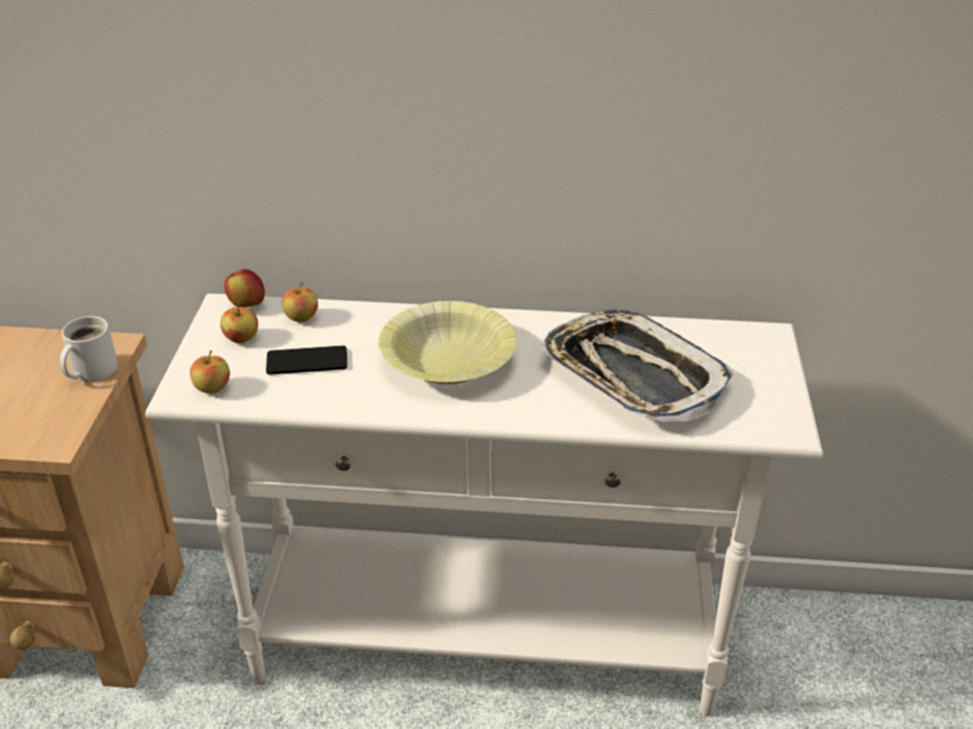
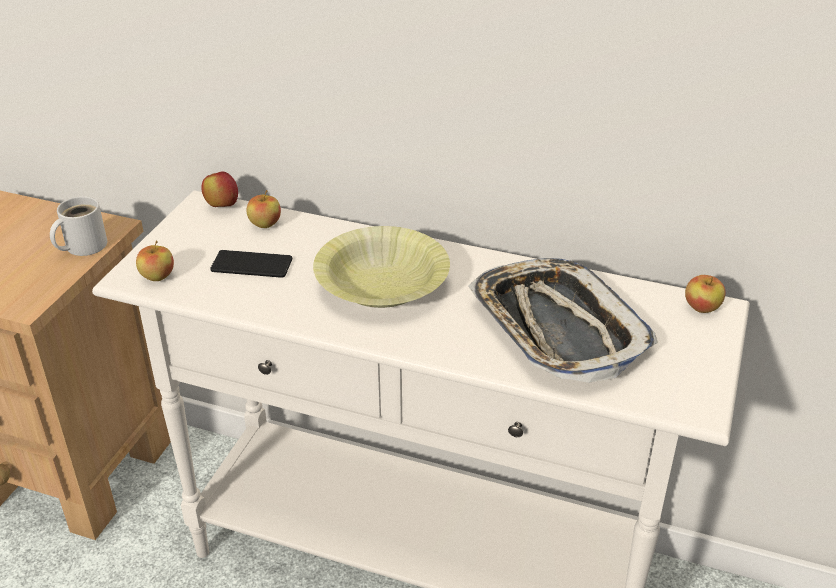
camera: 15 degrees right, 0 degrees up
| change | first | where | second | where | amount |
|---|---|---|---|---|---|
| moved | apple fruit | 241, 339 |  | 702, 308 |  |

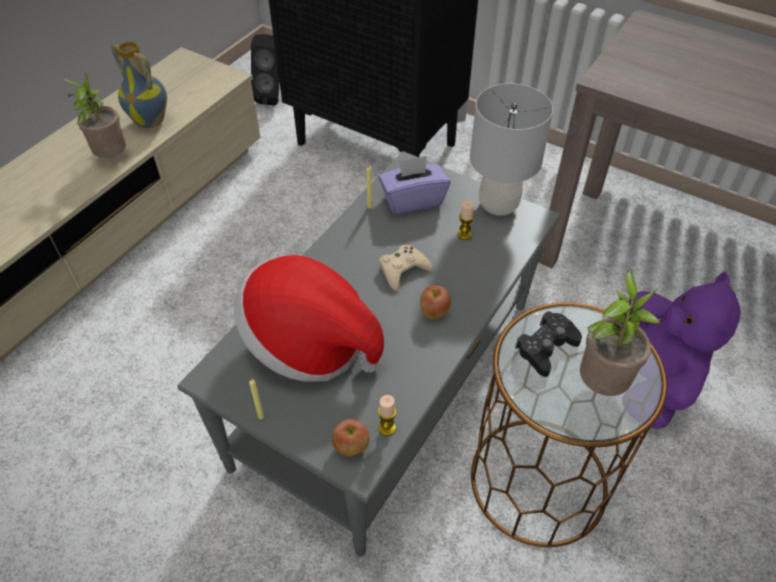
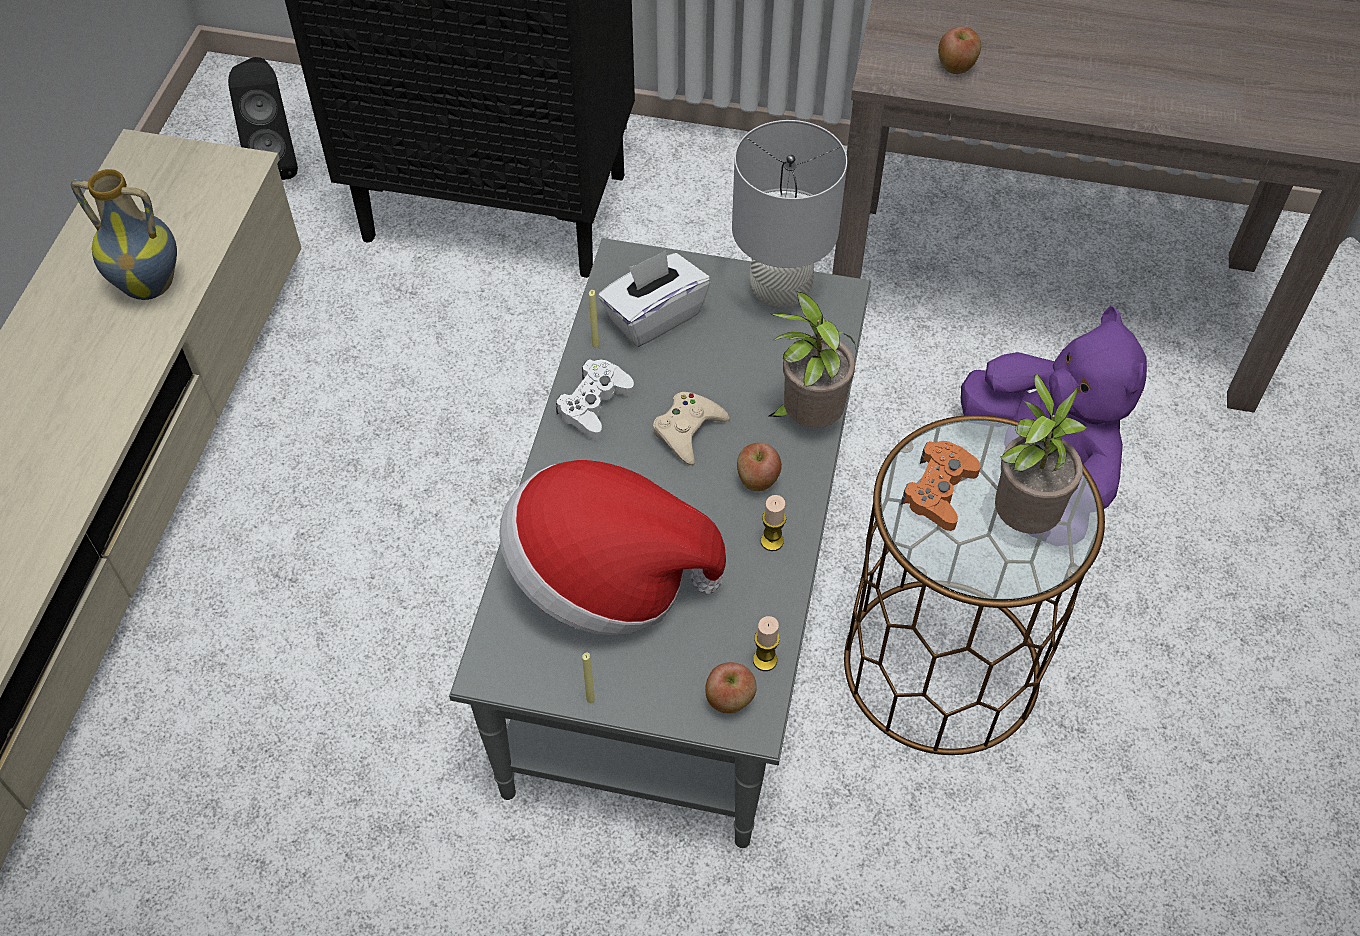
camera: 20 degrees left, 5 degrees up
| change | first | where | second | where | amount |
|---|---|---|---|---|---|
| added |  |  | whitish game controller | 594, 405 |  |
| recoloured | purple-coloured tissue holder | 413, 200 | whitish tissue holder | 654, 316 |  |
| moved | candle | 464, 235 |  | 772, 541 |  |
| moved | houseplant | 111, 158 |  | 807, 419 |  |
| recoloured | black game controller | 546, 348 | orange-coloured game controller | 939, 491 |  |
| added |  |  | apple fruit | 956, 67 |  |

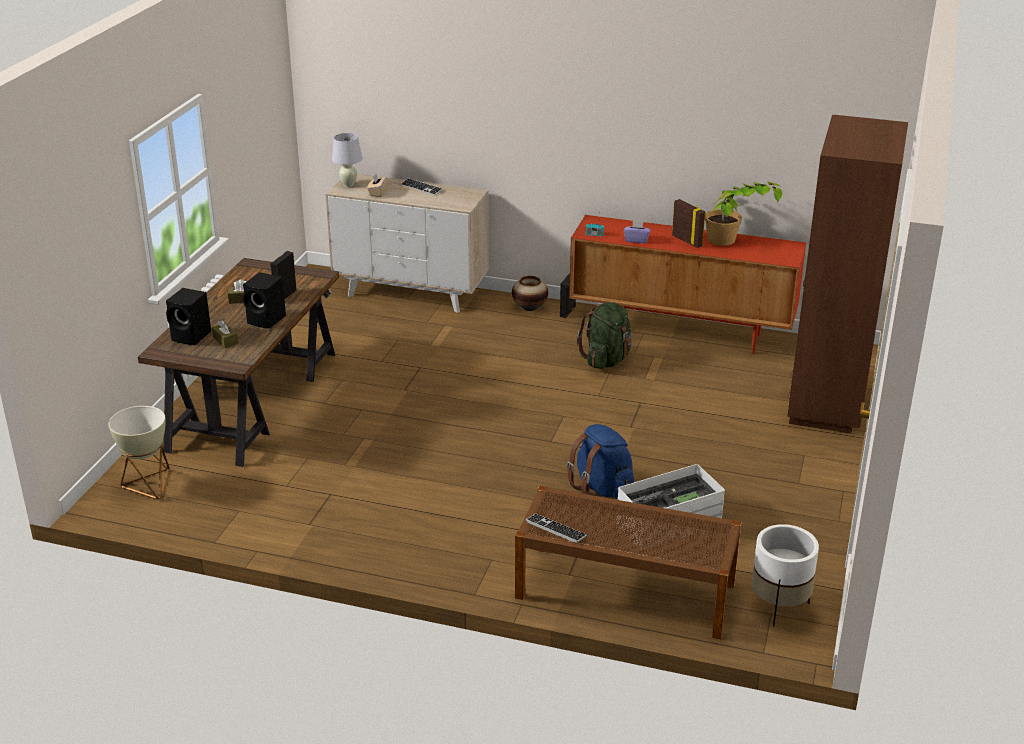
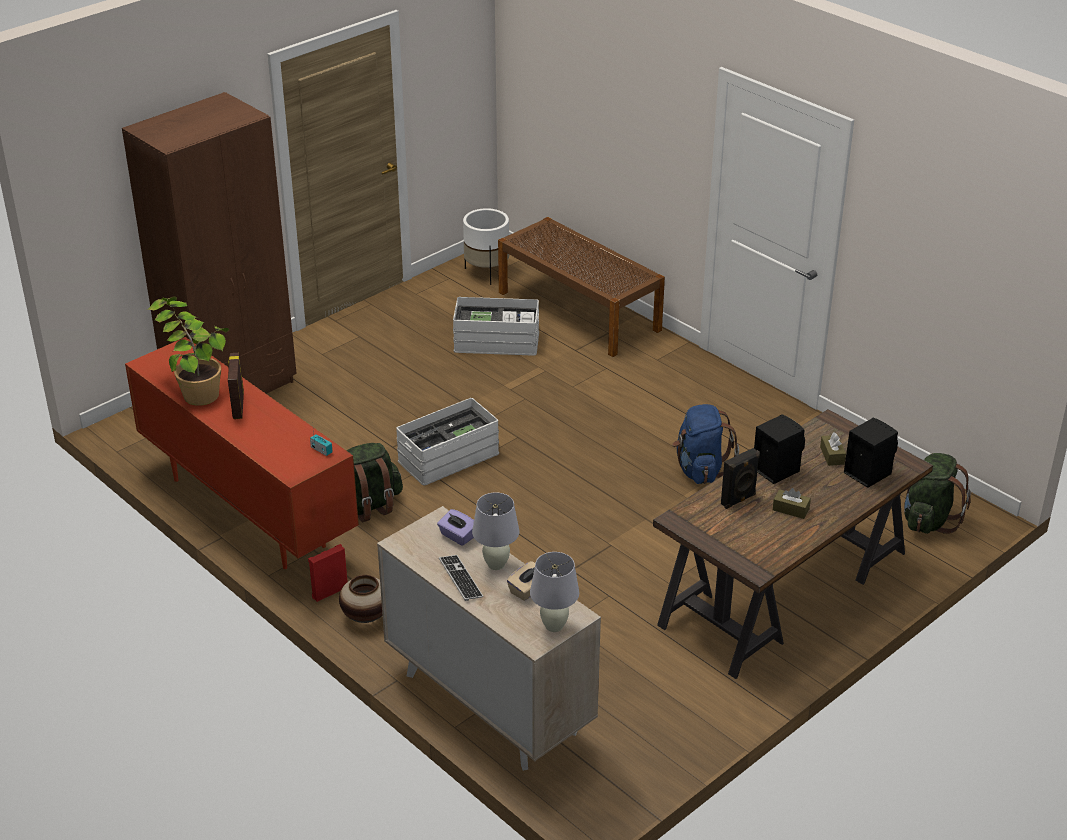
camera: 150 degrees left, 5 degrees up
| change | first | where | second | where | amount |
|---|---|---|---|---|---|
| recoloured | black loudspeaker | 568, 312 | reddish loudspeaker | 329, 591 |  |
| added |  |  | whitish storage bin | 449, 457 |  |
| moved | purple-coloured tissue holder | 636, 240 |  | 457, 536 |  |
| added |  |  | whitish lamp for a table | 496, 565 |  |
| moved | bluish knapsack | 602, 488 |  | 700, 470 |  |
| replaced | flower pot | 148, 485 | green-coloured knapsack | 928, 520 |  |
| removed | computer keyboard | 556, 529 |  |  |  |

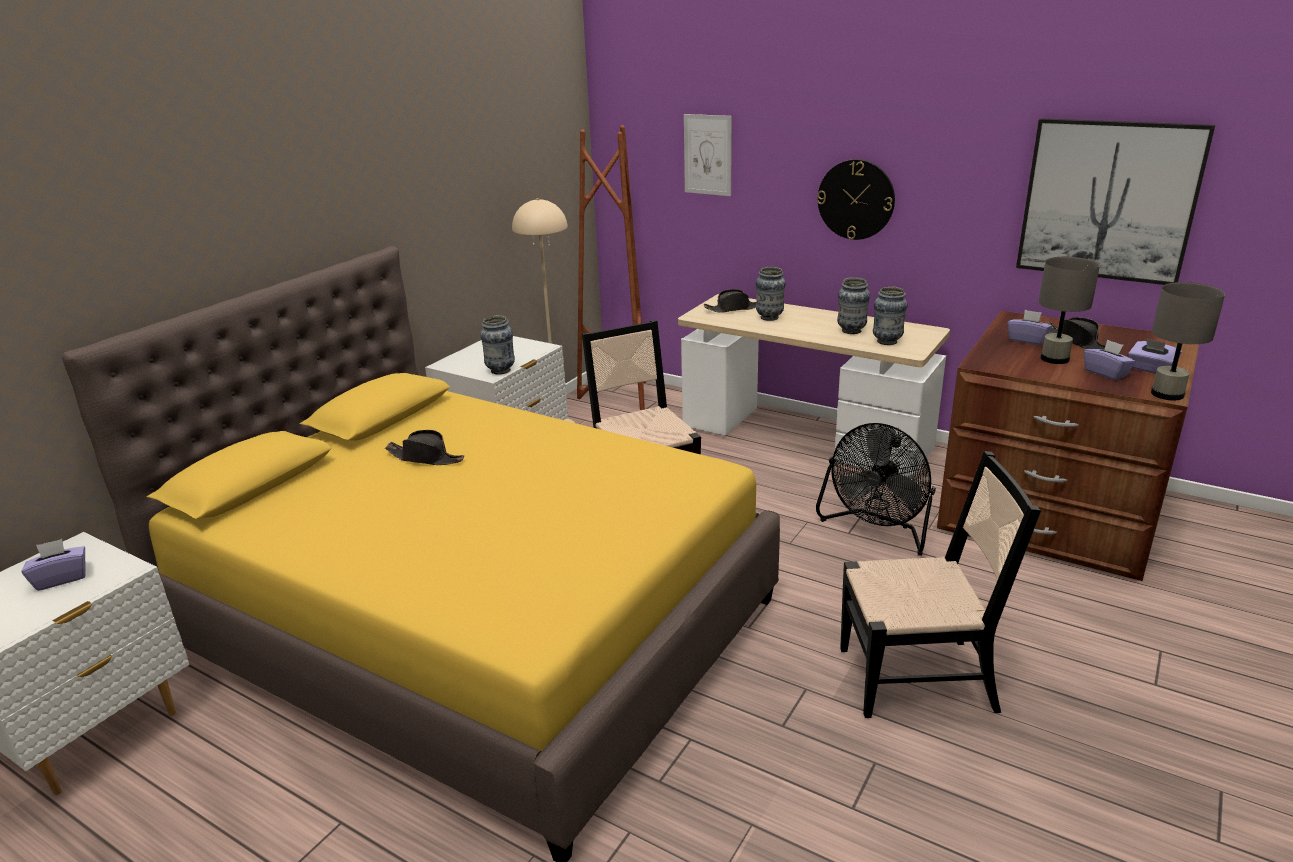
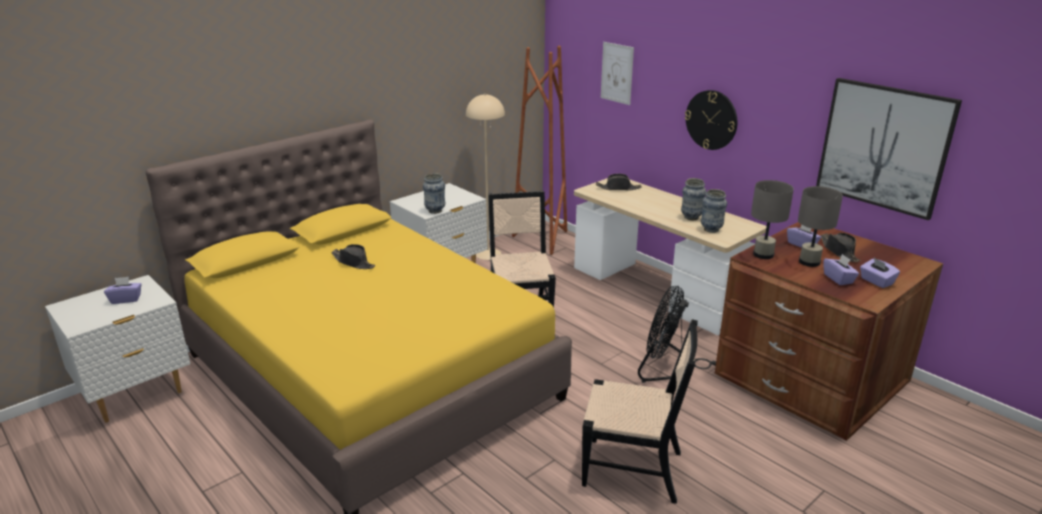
camera: 15 degrees right, 0 degrees up
| change | first | where | second | where | amount |
|---|---|---|---|---|---|
| turned | black electric fan | 875, 526 |  | 670, 363 | 60 degrees clockwise |
| moved | gray lamp for a table | 1167, 394 |  | 763, 254 |  |
| removed | flower vase | 769, 318 |  |  |  |

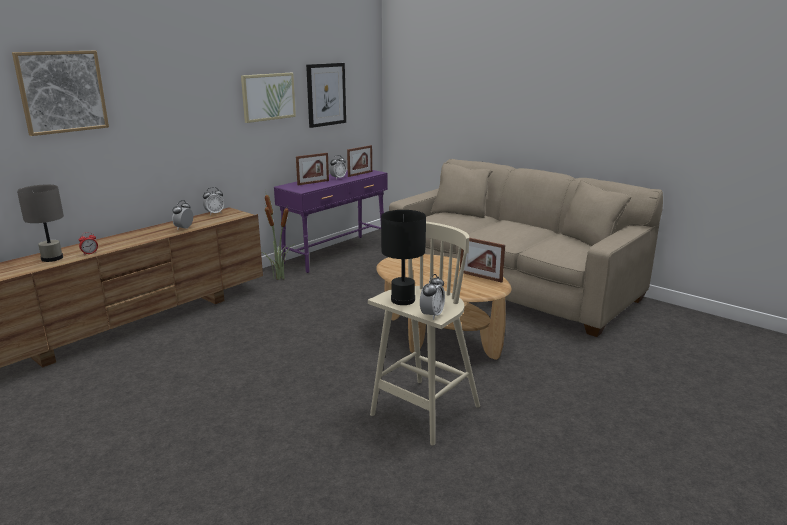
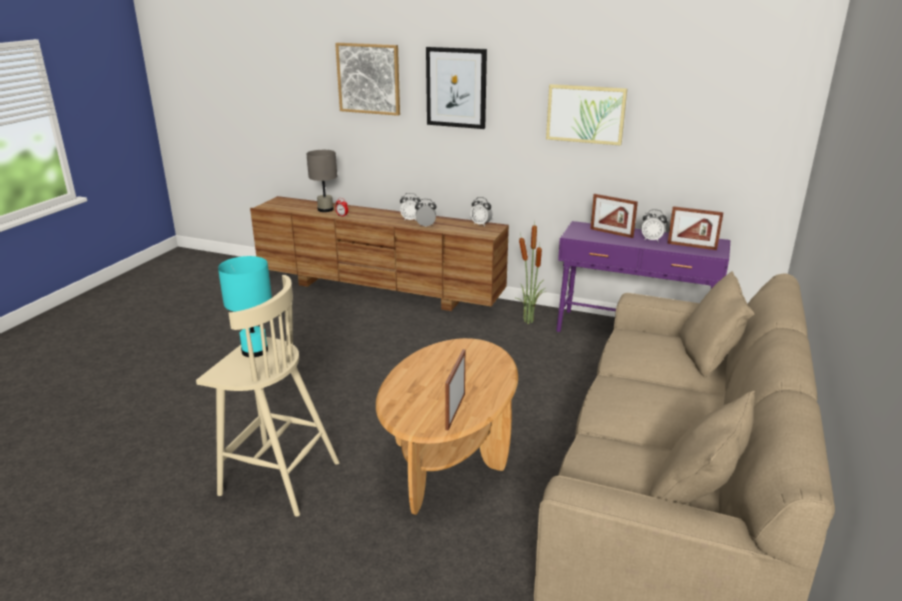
camera: 70 degrees right, 5 degrees up
| change | first | where | second | where | amount |
|---|---|---|---|---|---|
| recoloured | black lamp for a table | 403, 300 | turquoise-coloured lamp for a table | 255, 351 |  |
| moved | table clock | 432, 315 |  | 410, 219 |  |
| moved | picture | 326, 94 |  | 456, 87 |  |

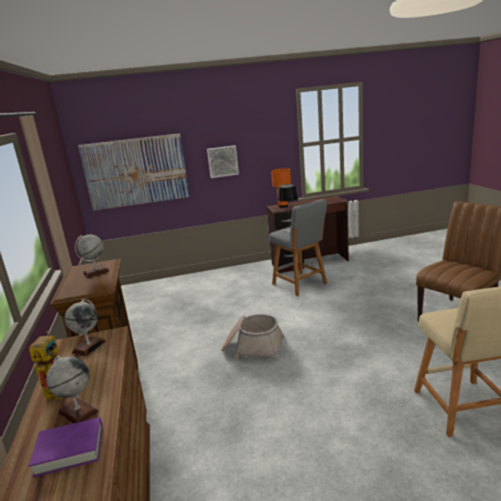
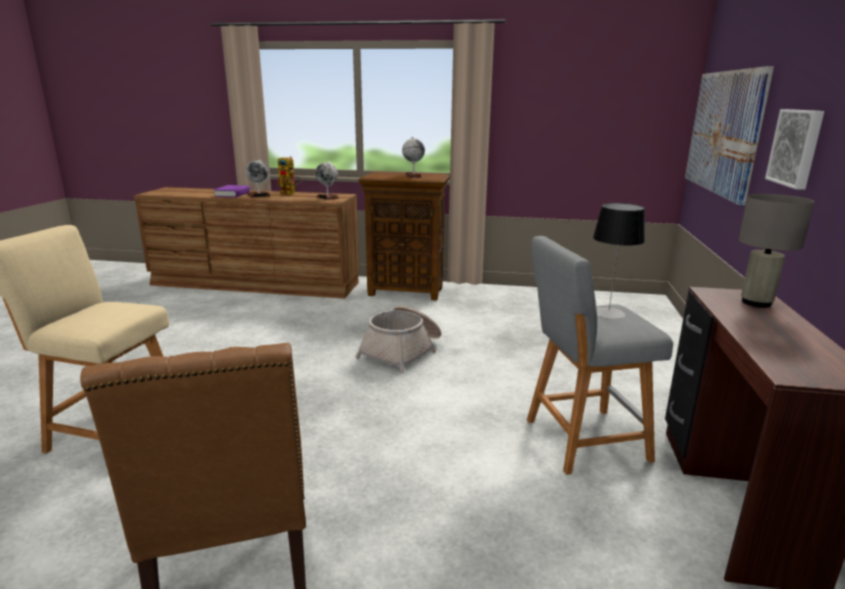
camera: 110 degrees right, 0 degrees up
| change | first | where | second | where | amount |
|---|---|---|---|---|---|
| recoloured | orange-coloured lamp for a table | 283, 206 | gray lamp for a table | 757, 303 |  |

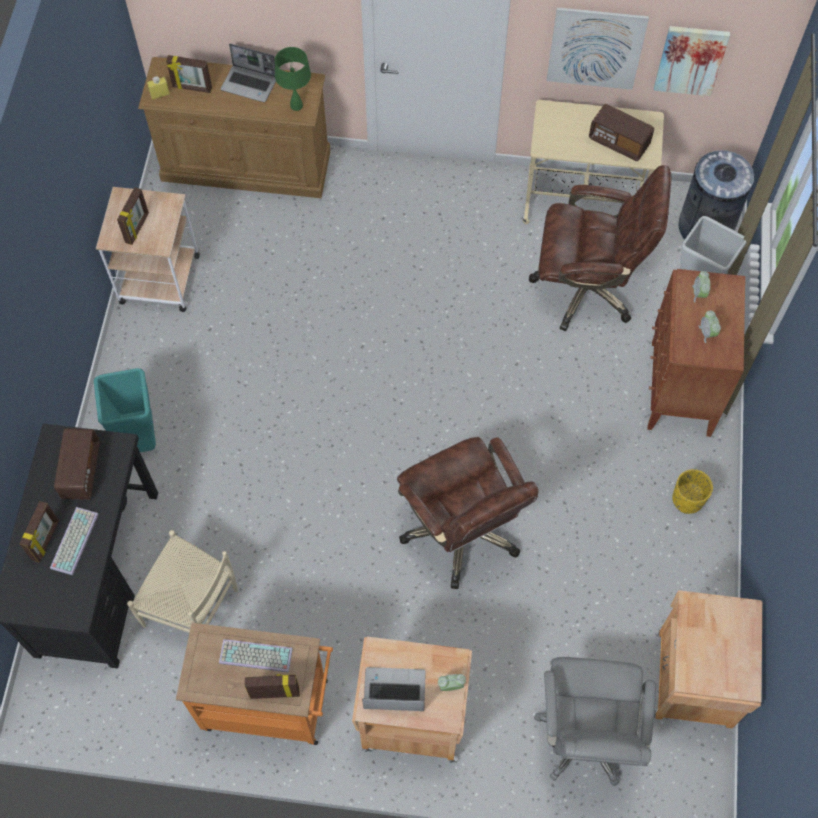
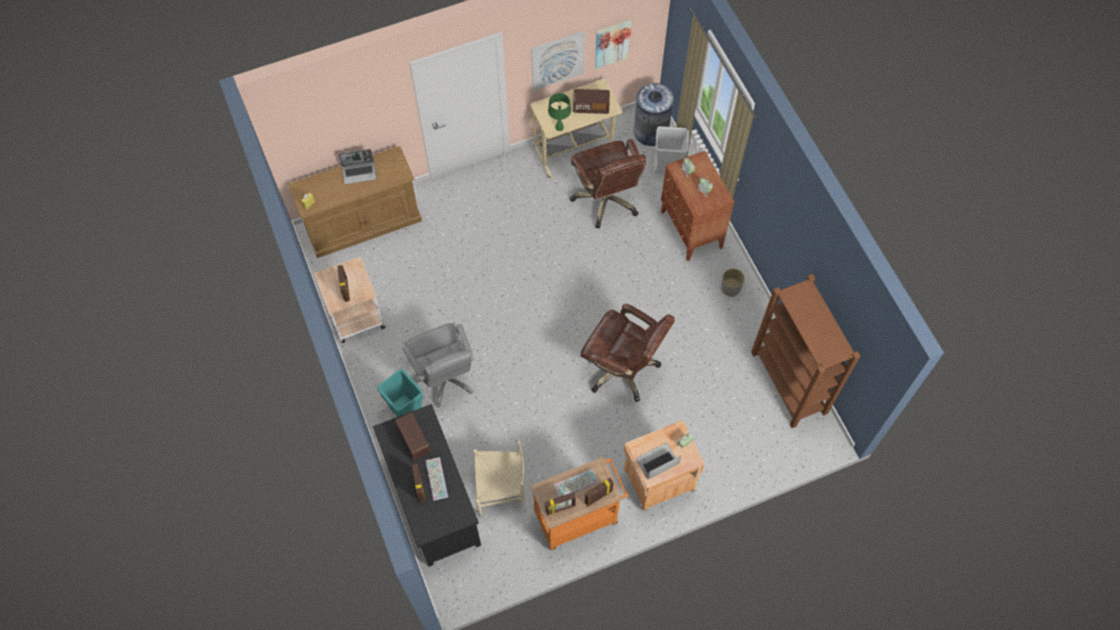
camera: 30 degrees left, 0 degrees up
| change | first | where | second | where | amount |
|---|---|---|---|---|---|
| moved | gray computer chair | 585, 735 |  | 445, 377 |  |
| moved | picture frame | 192, 88 |  | 560, 508 |  |
| moved | green-coloured lamp for a table | 296, 106 |  | 559, 127 |  |
| turned | brown-coloured computer chair | 585, 287 |  | 606, 198 | 90 degrees clockwise |
| recoloured | yellow-coloured flower pot | 687, 500 | gray flower pot | 730, 288 |  |
| replaced | brown-coloured wheeled cart | 692, 682 | brown-coloured shelving unit | 789, 382 |  |

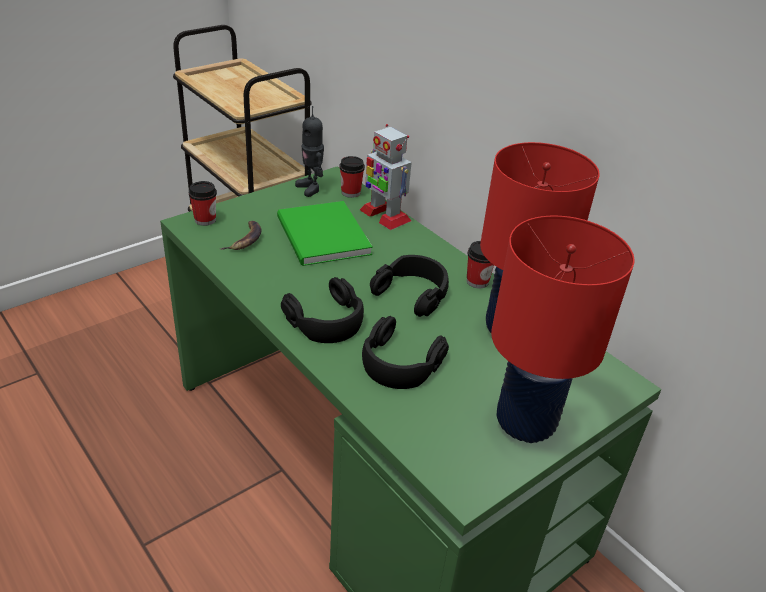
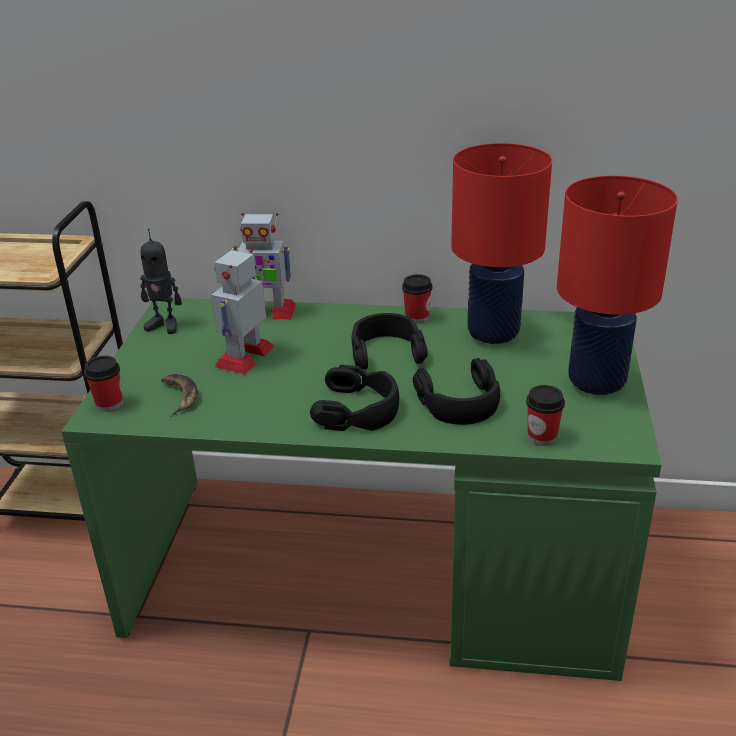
camera: 40 degrees left, 5 degrees down
| change | first | where | second | where | amount |
|---|---|---|---|---|---|
| replaced | green-coloured volume | 321, 237 | robot figure | 245, 356 |  |
| moved | cup | 350, 192 |  | 542, 437 |  |

